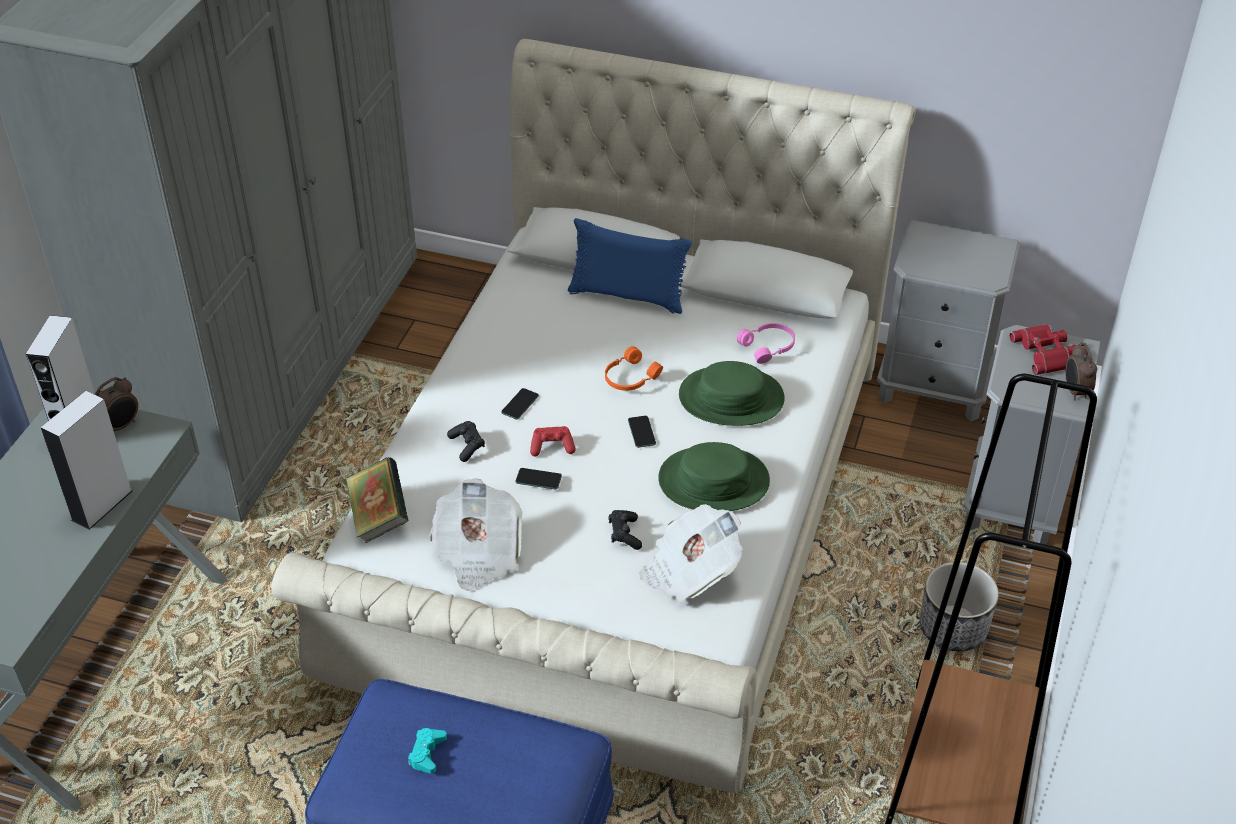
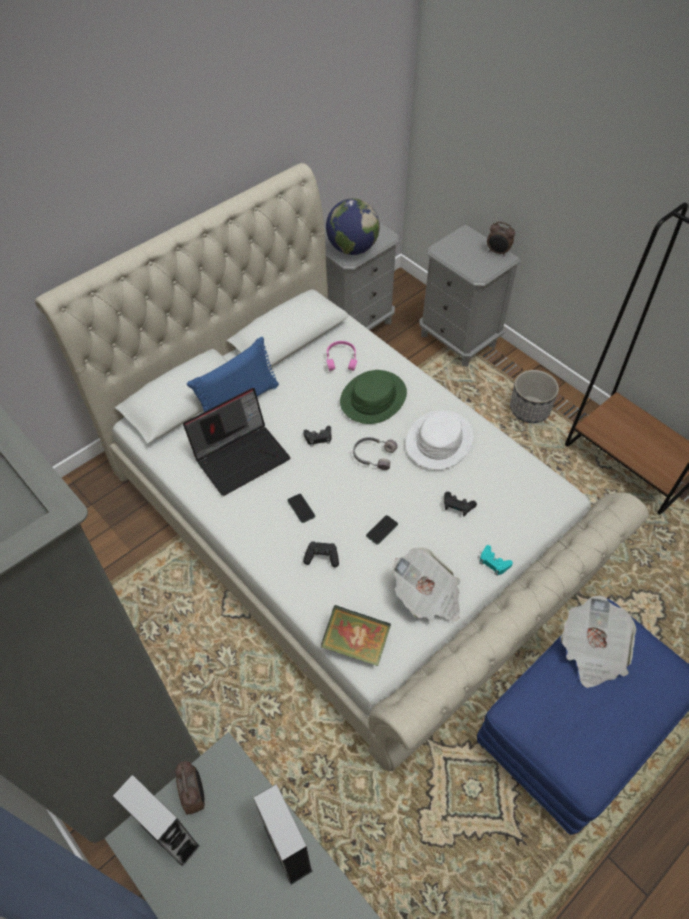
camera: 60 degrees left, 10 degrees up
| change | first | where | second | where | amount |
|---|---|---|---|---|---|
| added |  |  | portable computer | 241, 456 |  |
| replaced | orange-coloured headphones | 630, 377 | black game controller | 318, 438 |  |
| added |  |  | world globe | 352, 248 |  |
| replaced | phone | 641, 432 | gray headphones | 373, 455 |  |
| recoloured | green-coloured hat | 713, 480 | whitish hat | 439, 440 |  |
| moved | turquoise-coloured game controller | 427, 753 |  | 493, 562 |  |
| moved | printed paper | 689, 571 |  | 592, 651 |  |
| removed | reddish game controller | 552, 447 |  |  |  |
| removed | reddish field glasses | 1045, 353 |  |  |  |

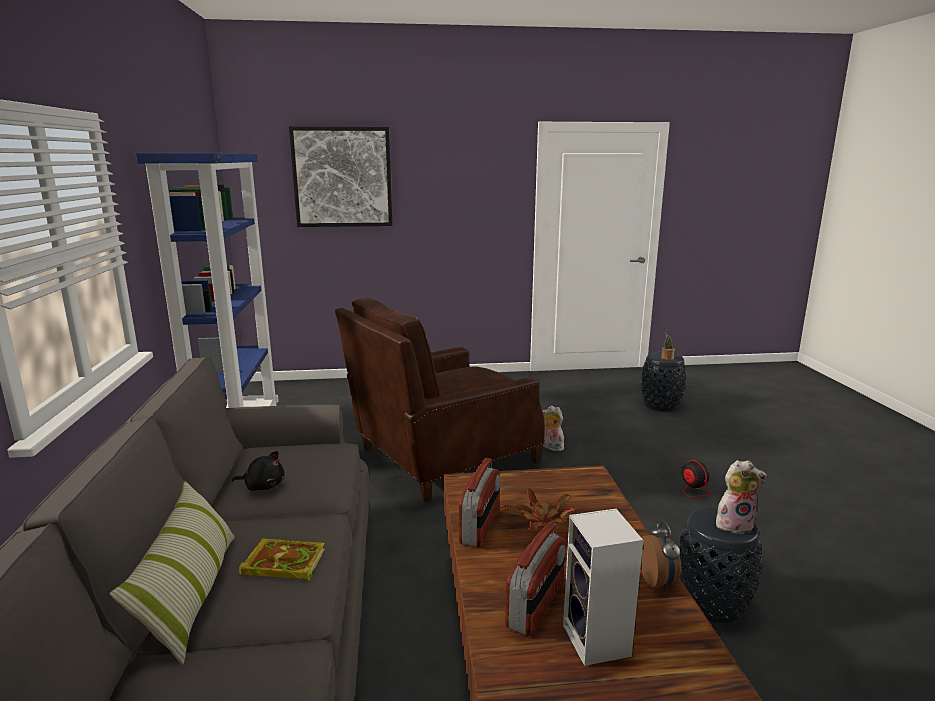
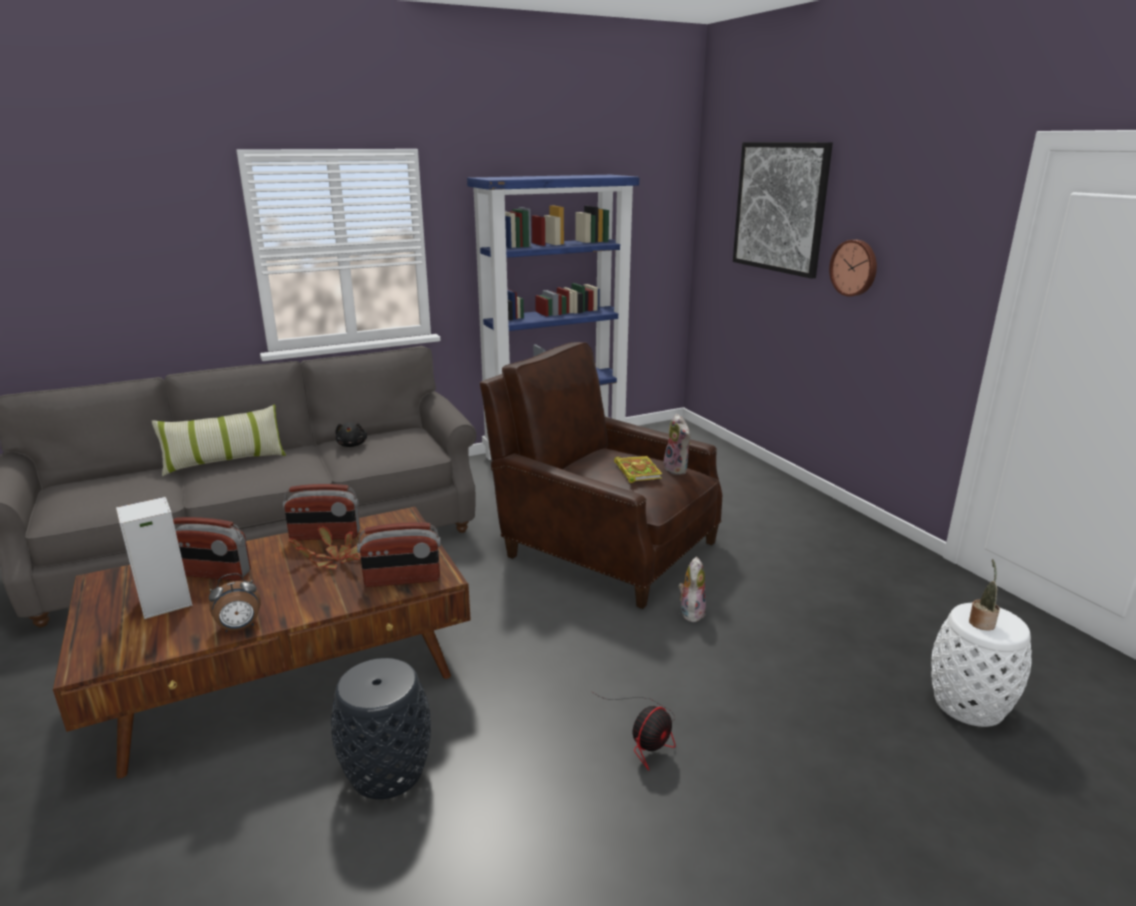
camera: 70 degrees right, 5 degrees up
| change | first | where | second | where | amount |
|---|---|---|---|---|---|
| added |  |  | radio | 402, 580 |  |
| moved | volume | 282, 563 |  | 637, 471 |  |
| moved | cuddly toy | 734, 524 |  | 677, 469 |  |
| added |  |  | wall clock | 854, 268 |  |
| recoloured | black stool seat | 660, 405 | whitish stool seat | 968, 704 |  |

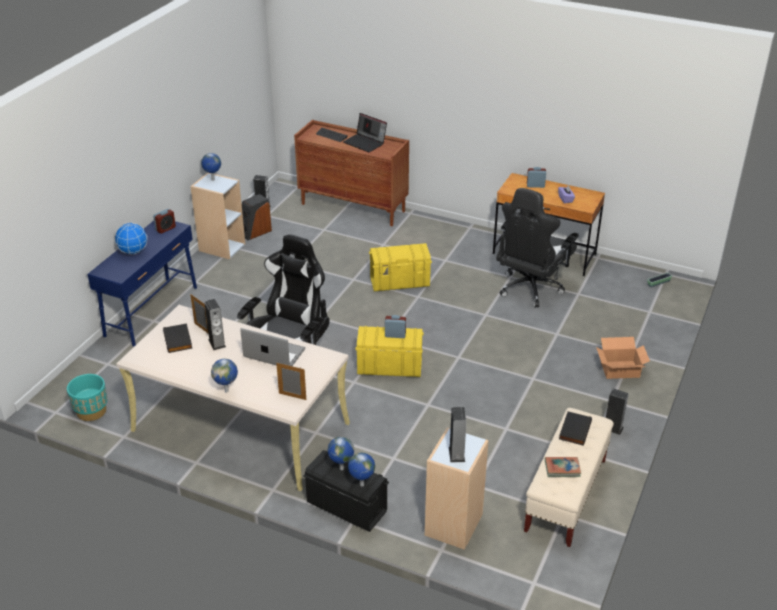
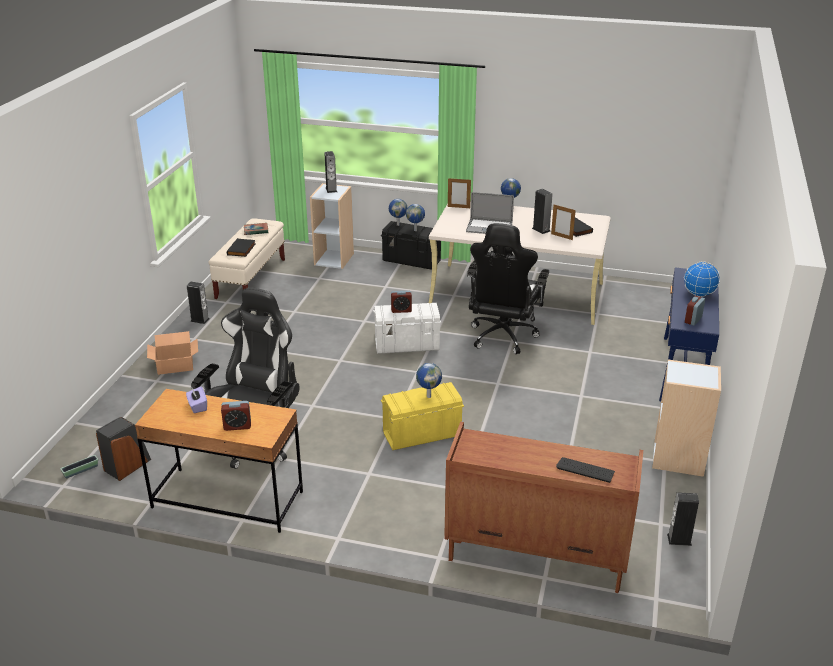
camera: 170 degrees right, 5 degrees down
| change | first | where | second | where | amount |
|---|---|---|---|---|---|
| moved | loudspeaker | 255, 232 |  | 127, 465 |  |
| recoloured | yellow-coloured storage bin | 389, 367 | whitish storage bin | 407, 345 |  |
| moved | world globe | 213, 180 |  | 428, 396 |  |
| removed | turquoise-coloured flower pot | 91, 411 |  |  |  |
| removed | portable computer | 365, 143 |  |  |  |

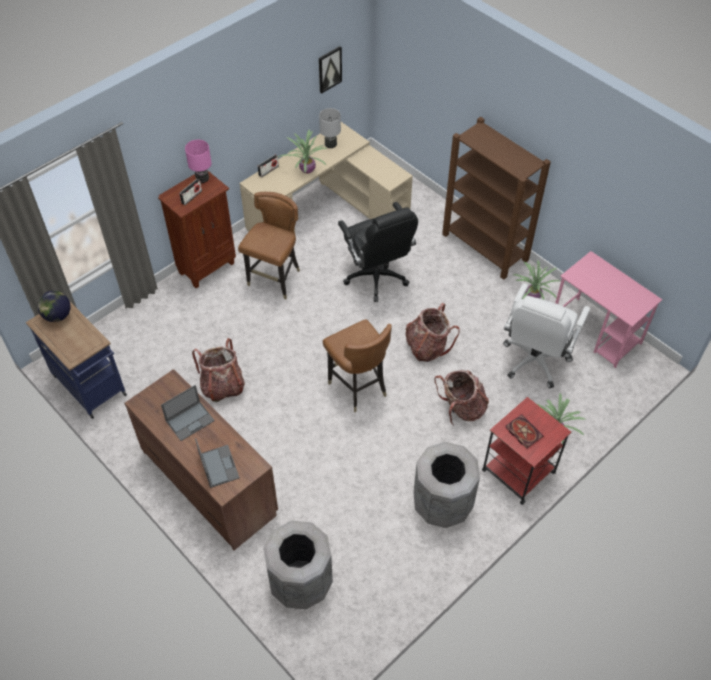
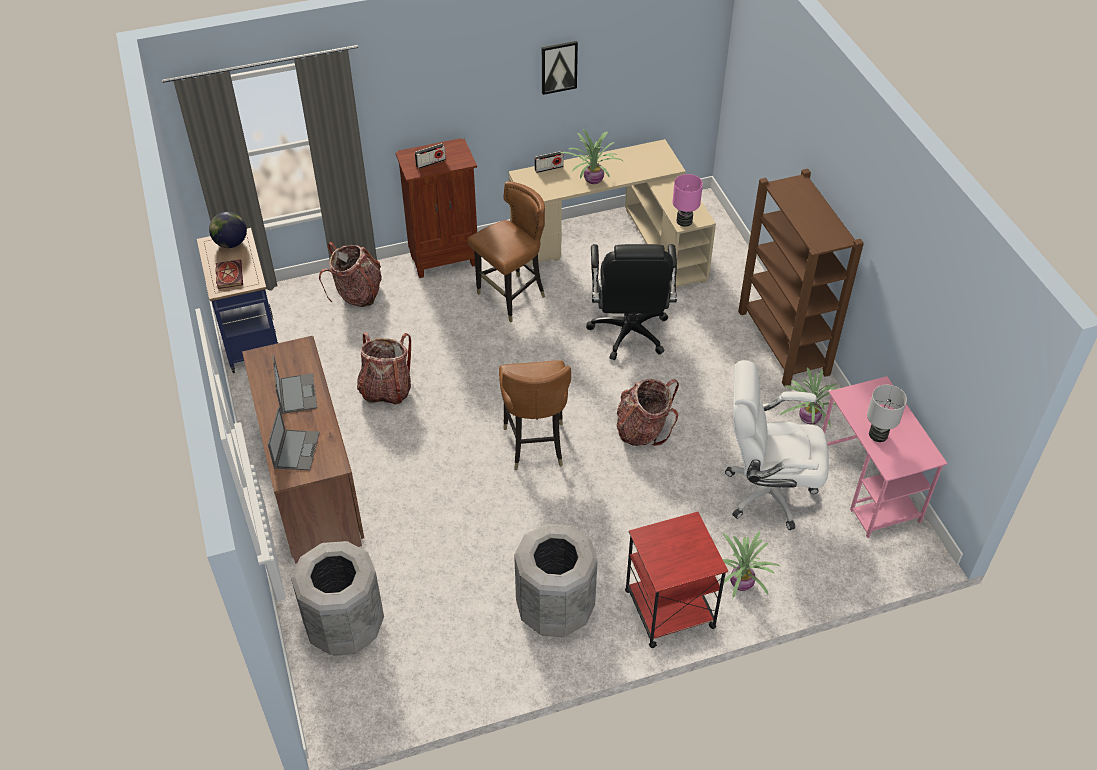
camera: 25 degrees right, 5 degrees down
| change | first | where | second | where | amount |
|---|---|---|---|---|---|
| moved | volume | 522, 432 |  | 228, 275 |  |
| turned | portable computer | 190, 420 |  | 297, 393 | 90 degrees counterclockwise |
| moved | knapsack | 461, 408 |  | 357, 294 |  |
| moved | picture | 329, 69 |  | 559, 67 |  |
| moved | pink lamp for a table | 202, 178 |  | 684, 221 |  |
| turned | whitish computer chair | 534, 361 |  | 766, 493 | 45 degrees clockwise |
| moved | gray lamp for a table | 330, 144 |  | 878, 435 |  |

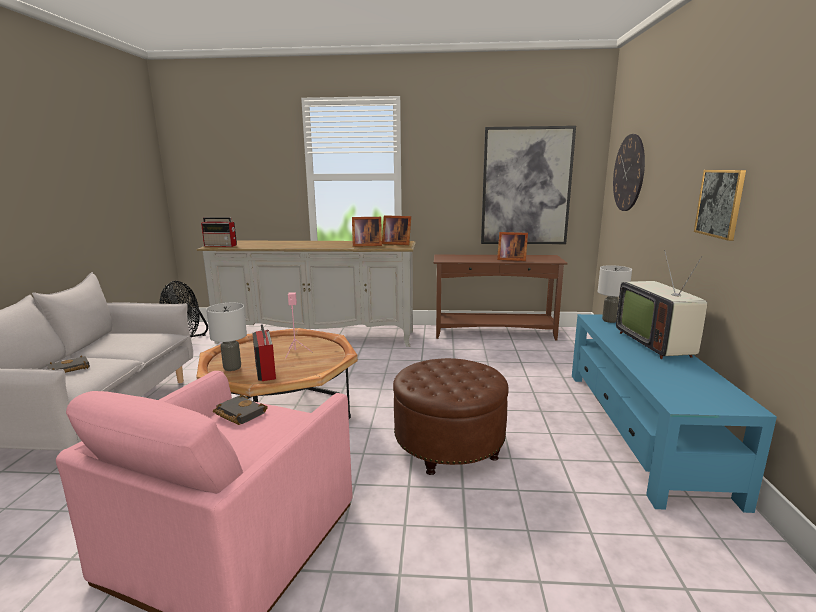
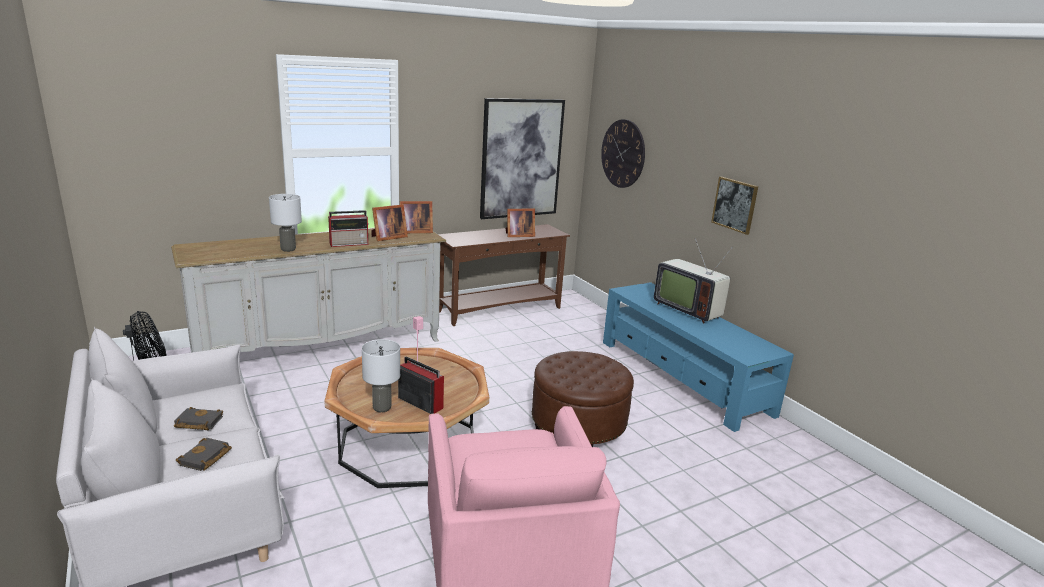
camera: 35 degrees left, 5 degrees up
| change | first | where | second | where | amount |
|---|---|---|---|---|---|
| moved | black volume | 238, 413 |  | 197, 423 |  |
| moved | whitish lamp for a table | 610, 321 |  | 289, 249 |  |
| moved | radio | 221, 245 |  | 350, 244 |  |

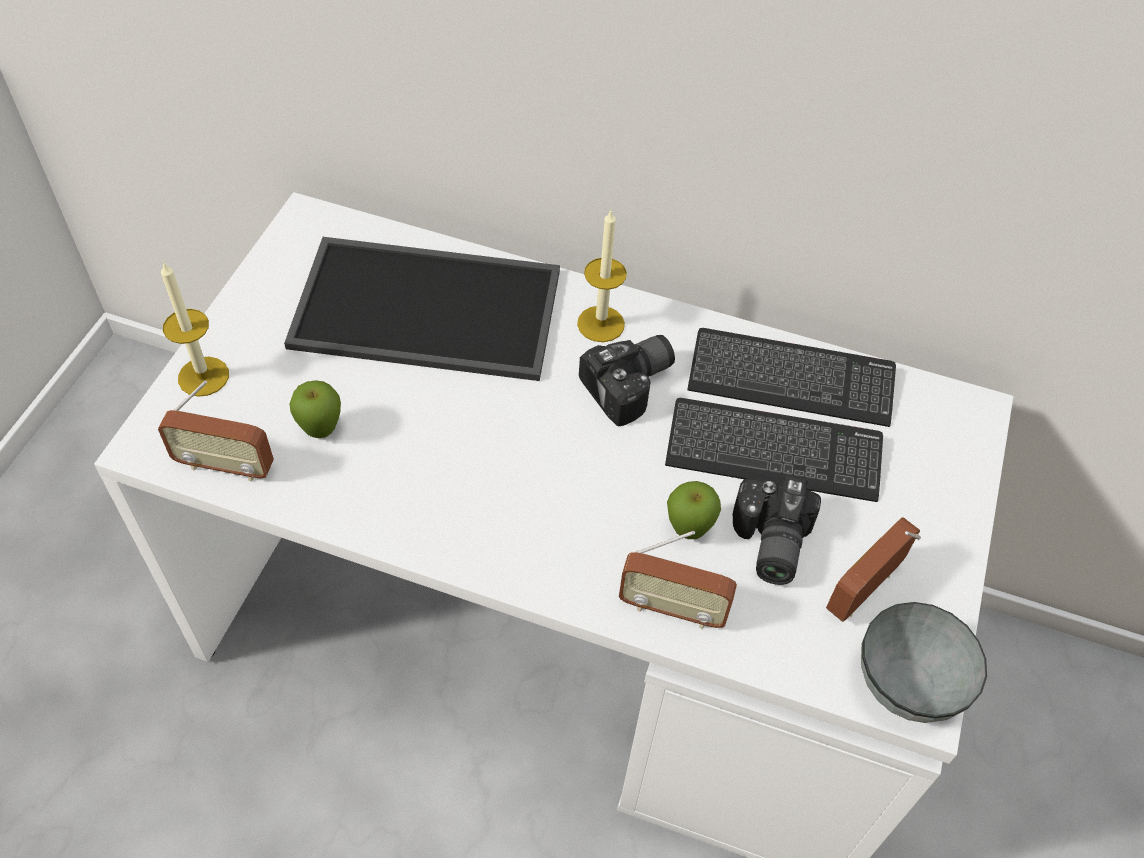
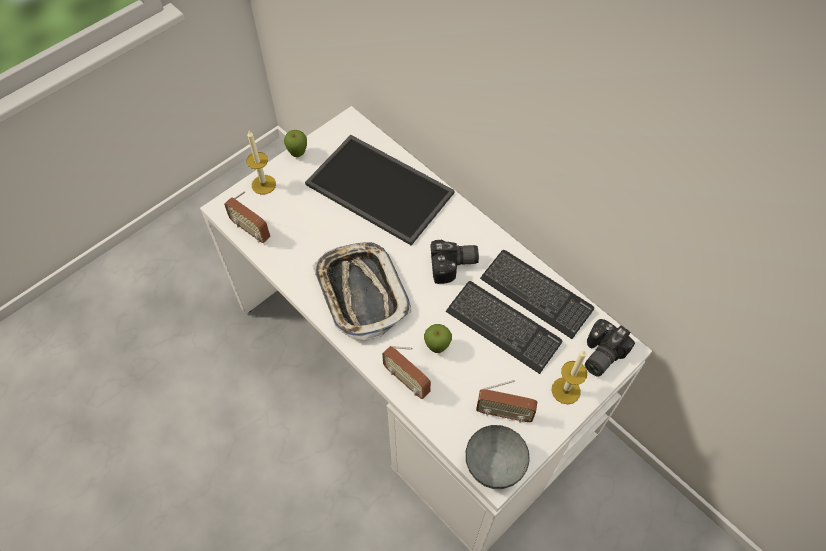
camera: 30 degrees right, 5 degrees up
| change | first | where | second | where | amount |
|---|---|---|---|---|---|
| moved | apple fruit | 321, 431 |  | 298, 154 |  |
| added |  |  | carrying tray | 361, 293 |  |
| turned | radio | 864, 590 |  | 504, 413 | 150 degrees counterclockwise |
| moved | candle | 601, 324 |  | 566, 390 |  |
| moved | photo camera | 767, 543 |  | 599, 354 |  |

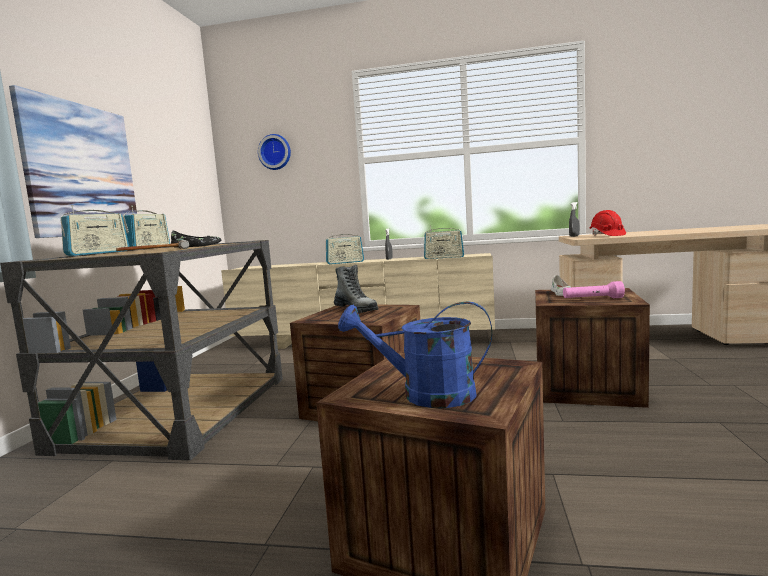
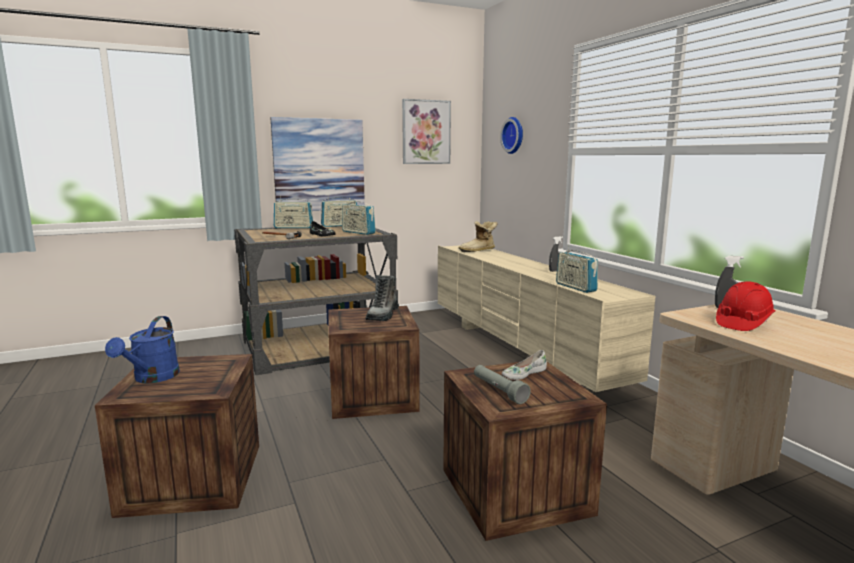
camera: 55 degrees right, 5 degrees up
| change | first | where | second | where | amount |
|---|---|---|---|---|---|
| turned | bluish sprinkling can | 425, 395 |  | 152, 378 | 150 degrees counterclockwise |
| moved | radio | 345, 262 |  | 358, 232 |  |
| added |  |  | picture | 426, 132 |  |
| added |  |  | boot | 478, 251 |  |
| recoloured | pink torch | 592, 299 | gray torch | 499, 391 |  |

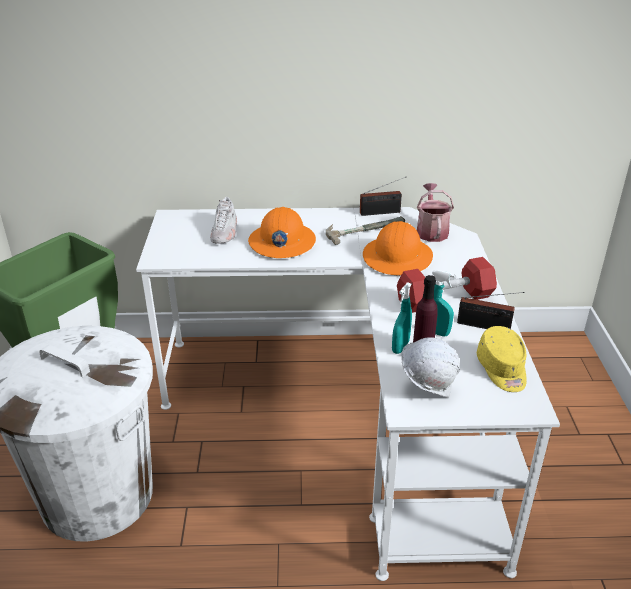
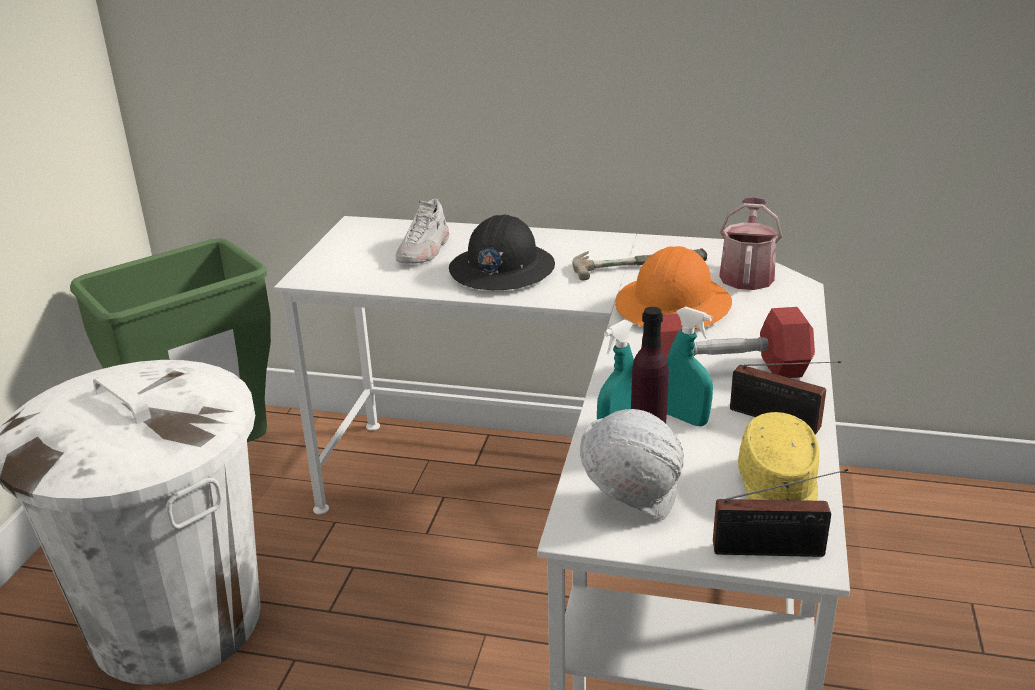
camera: 15 degrees right, 5 degrees down
| change | first | where | second | where | amount |
|---|---|---|---|---|---|
| recoloured | orange-coloured work helmet | 281, 242 | black work helmet | 501, 270 |  |
| moved | radio | 382, 212 |  | 774, 550 |  |

